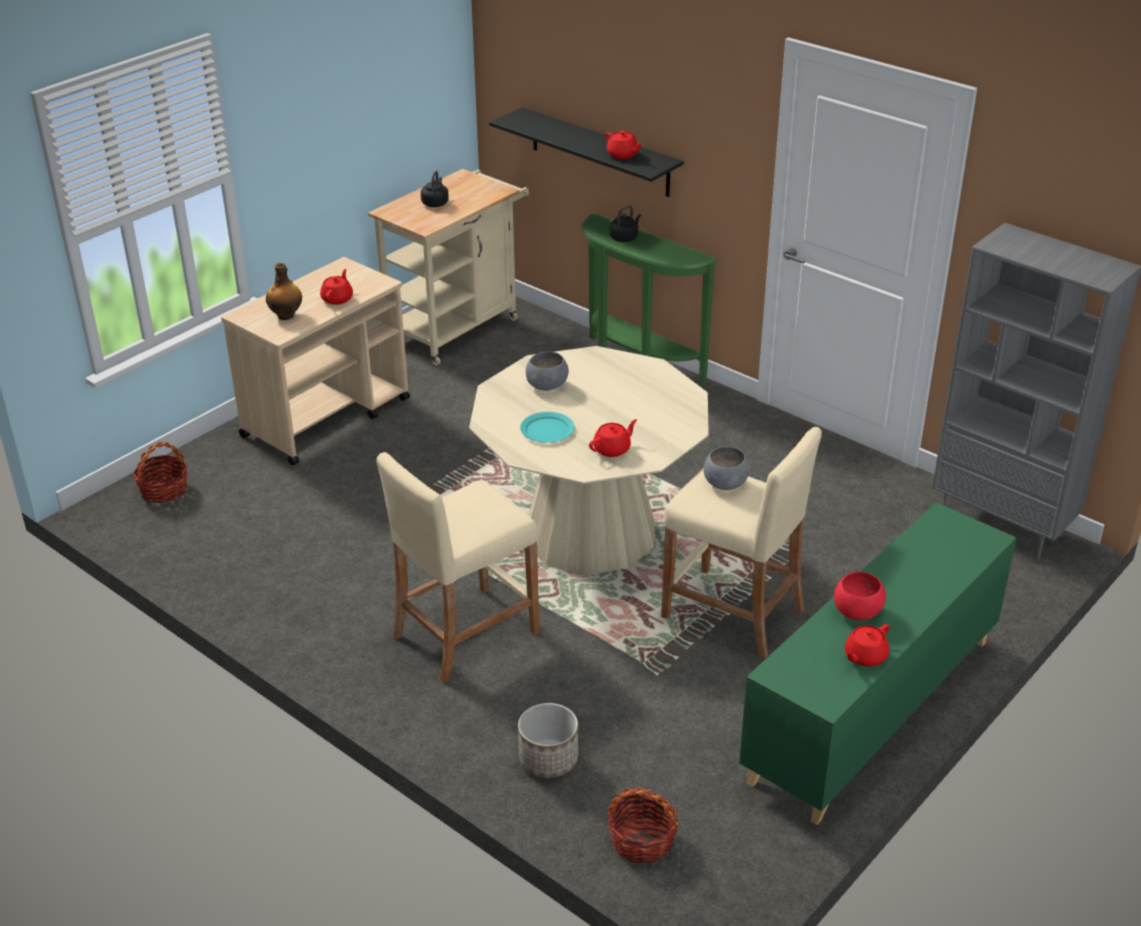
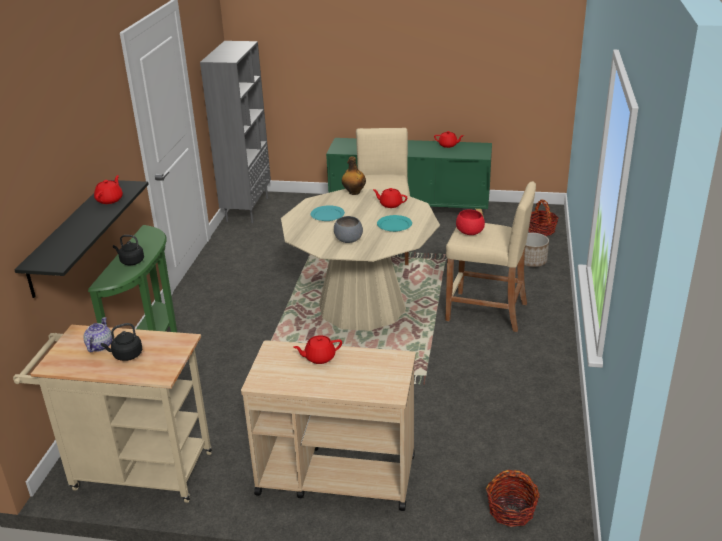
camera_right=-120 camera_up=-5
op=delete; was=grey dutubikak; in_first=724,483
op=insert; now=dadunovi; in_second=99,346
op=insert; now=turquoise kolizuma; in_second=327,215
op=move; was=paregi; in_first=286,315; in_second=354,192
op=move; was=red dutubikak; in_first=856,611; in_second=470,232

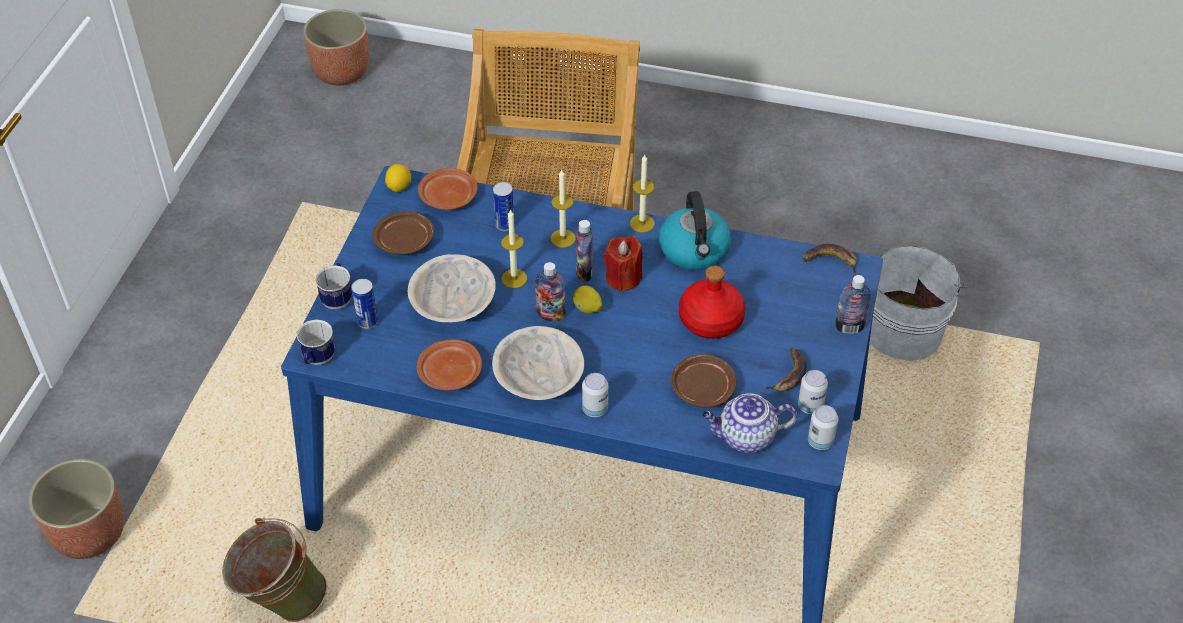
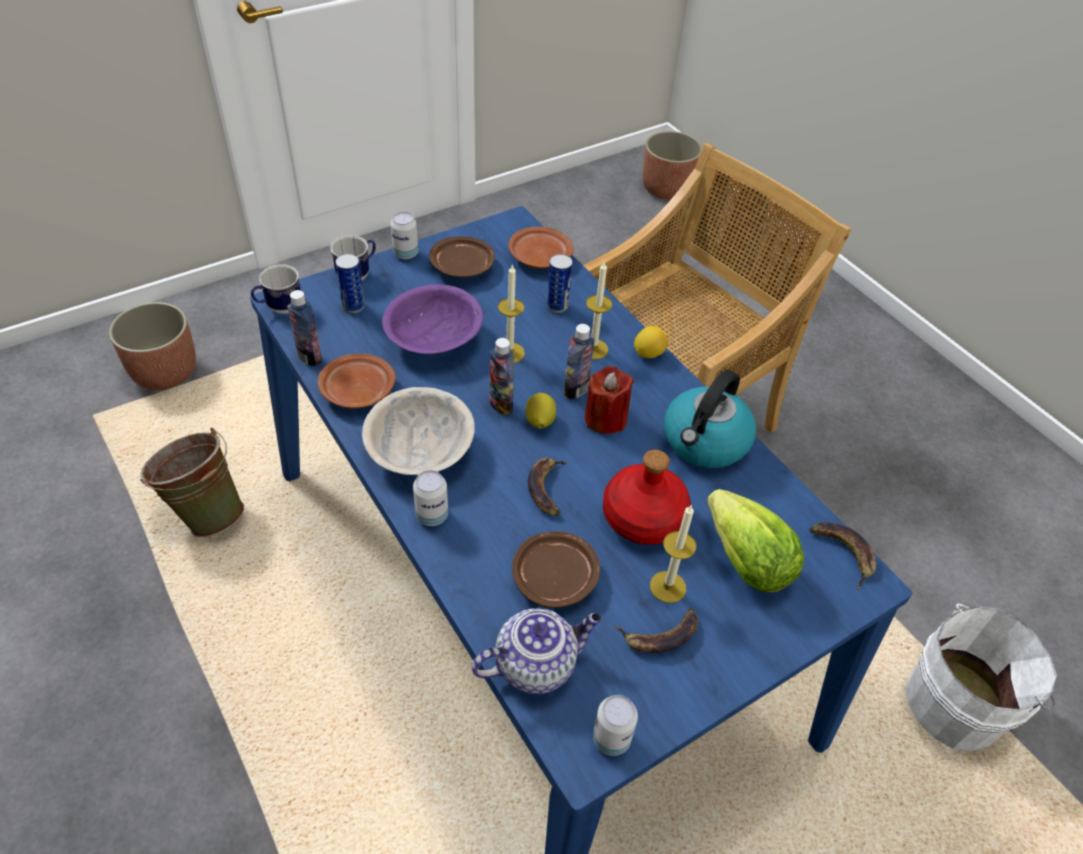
camera_right=40 camera_up=0
op=insert; now=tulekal; in_second=548,489
op=insert; now=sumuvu; in_second=746,562
op=move; was=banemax; in_first=399,187; in_second=648,353
op=move; was=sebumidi; in_first=642,223; in_second=667,587
op=move; was=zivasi; in_first=810,406; in_second=405,254
op=move; was=paregi; in_first=849,327; in_second=309,357
op=recolor; was=beige dutubikak; now=purple dutubikak; in_first=453,304; in_second=434,339
op=rotate; was=dadunovi; in_first=745,438; in_second=536,664; clockwise=120

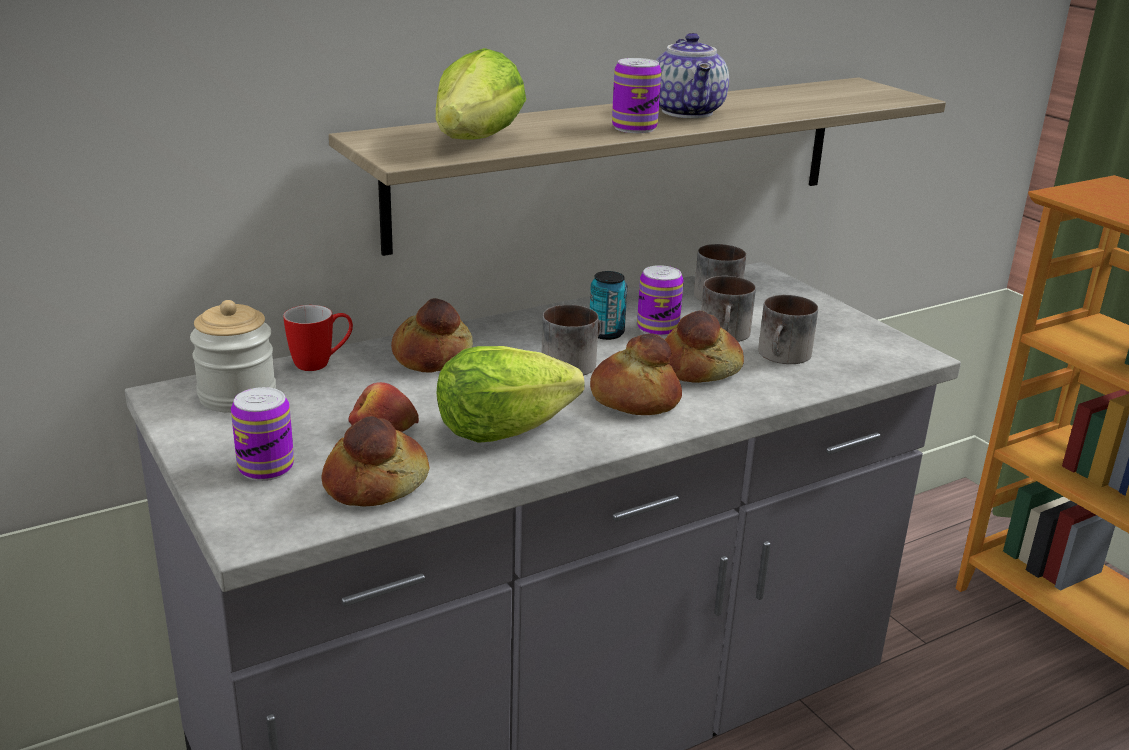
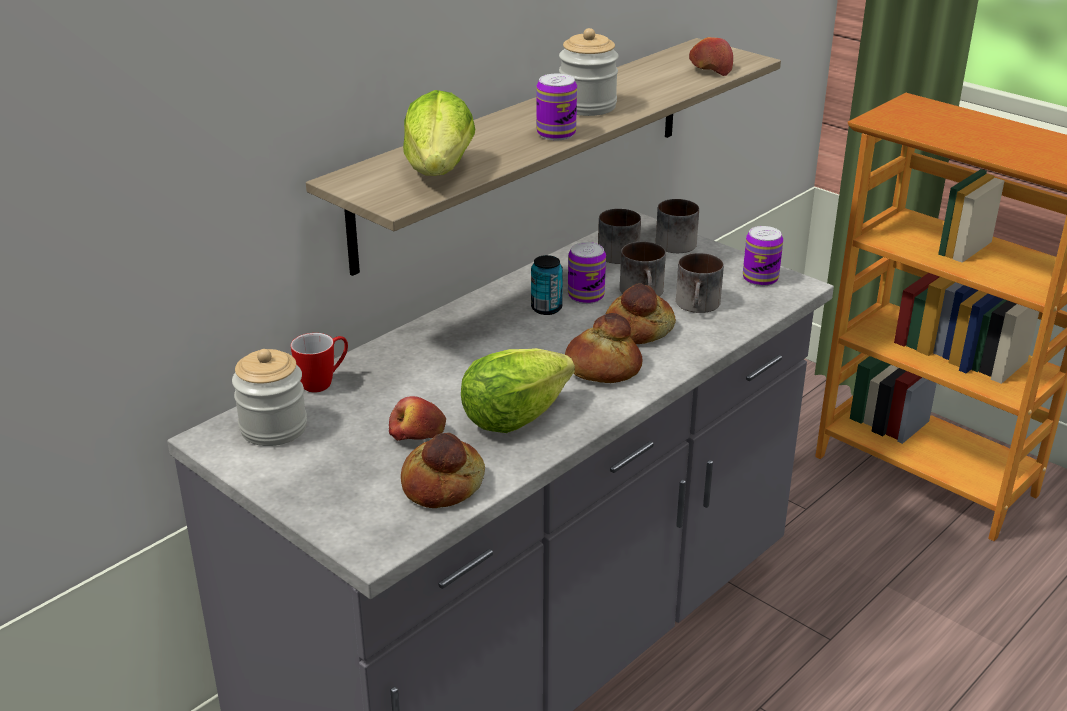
camera_right=-15 camera_up=5
op=delete; was=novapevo; in_first=433,356
op=insert; now=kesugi; in_second=710,69
op=move; was=zivasi; in_first=266,468; in_second=760,279
op=move; was=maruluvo; in_first=572,362; in_second=676,241
op=replace; was=dadunovi; now=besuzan; in_first=689,112; in_second=587,106

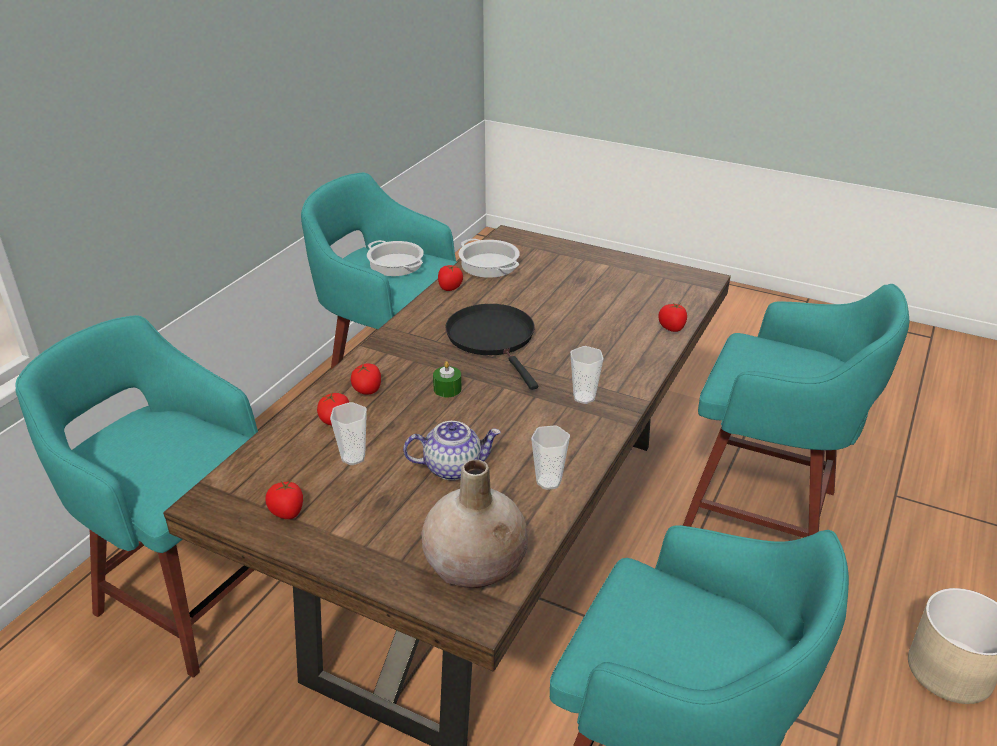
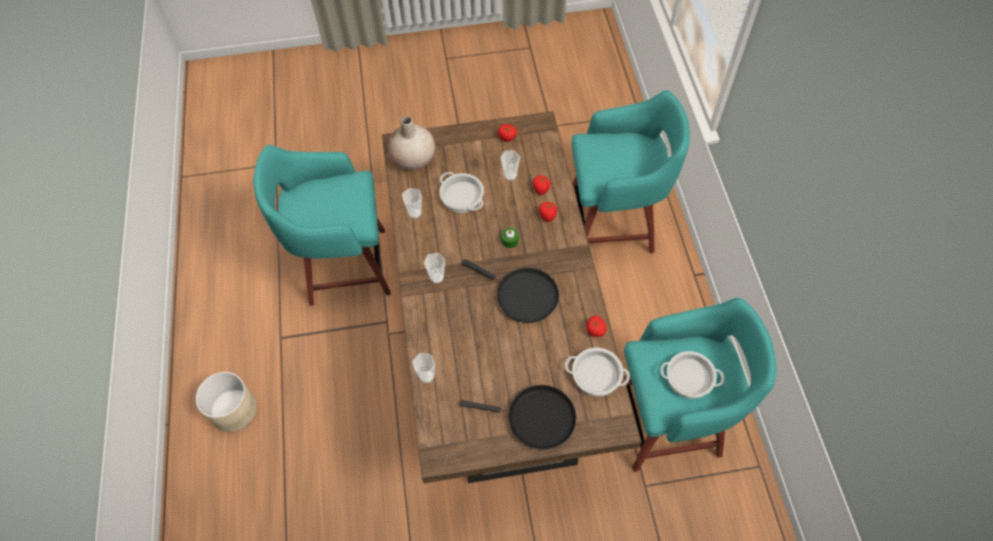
camera_right=145 camera_up=25
op=delete; was=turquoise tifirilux; in_first=765,514
op=insert; now=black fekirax; in_second=536,418
op=replace; was=dadunovi; now=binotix; in_first=453,467; in_second=462,196
op=replace; was=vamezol; now=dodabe; in_first=672,327; in_second=426,376

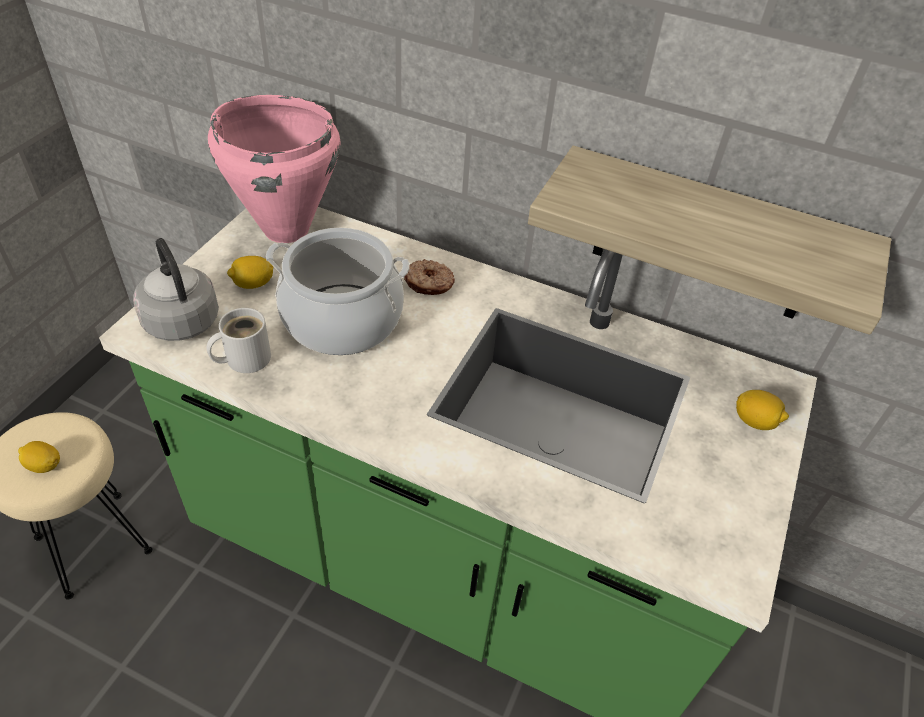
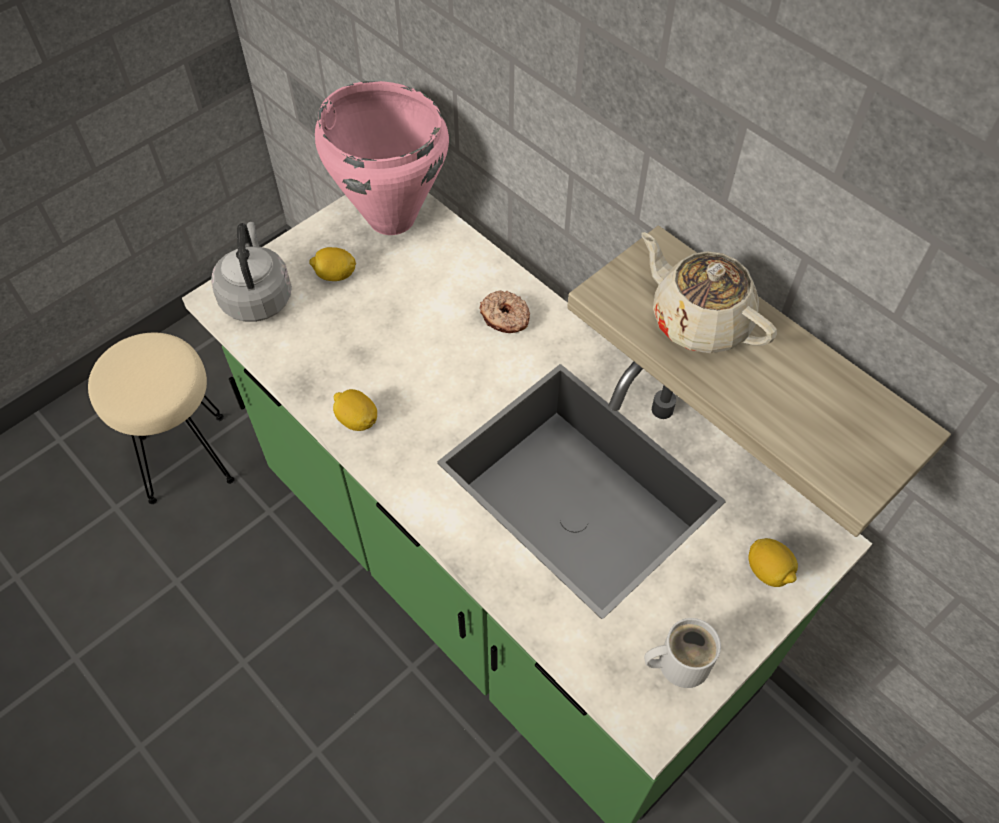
camera_right=25 camera_up=10
op=delete; was=binotix; in_first=342,319
op=insert; now=beige dadunovi; in_second=699,320
op=move; was=banemax; in_first=44,465; in_second=357,420
op=move; was=white maruluvo; in_first=244,358; in_second=678,662

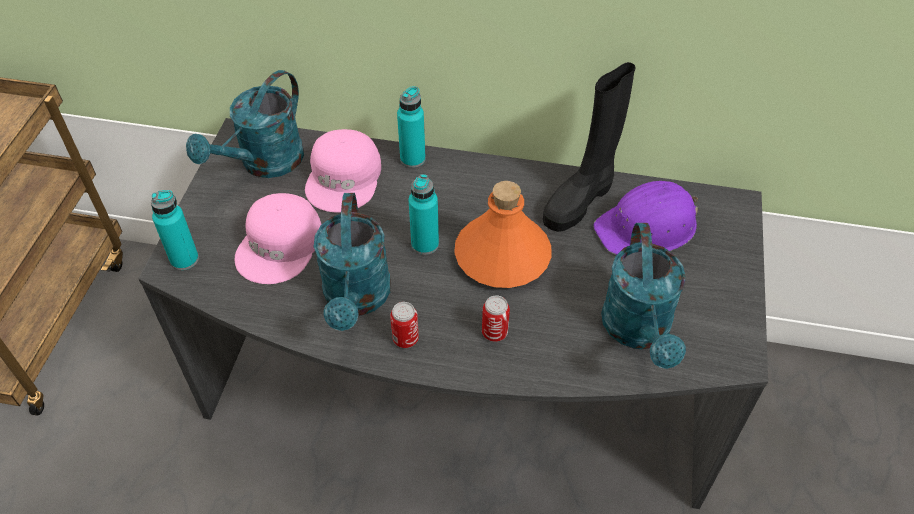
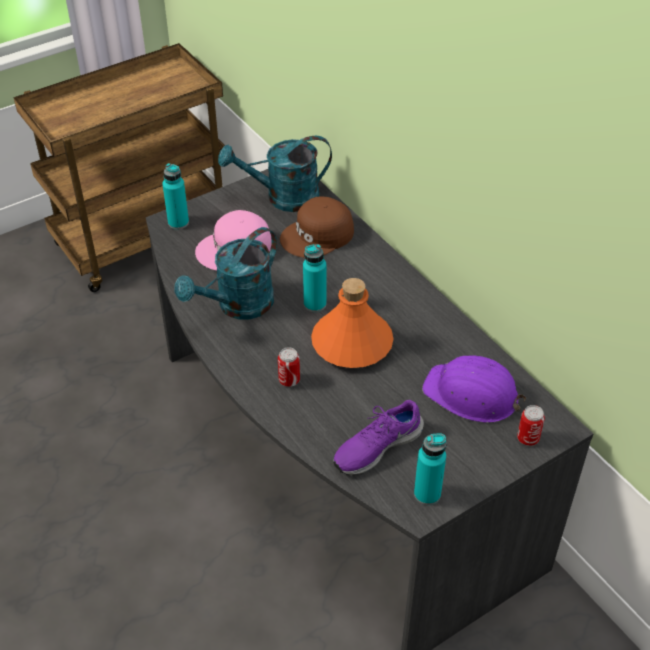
camera_right=45 camera_up=-5
op=delete; was=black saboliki; in_first=580,200
op=move; was=zivasi; in_first=405,339; in_second=528,438
op=move; was=turquoise paregi; in_first=412,159; in_second=427,494
op=replace; was=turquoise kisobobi; now=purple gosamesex; in_first=639,331; in_second=376,446
op=recolor; was=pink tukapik; now=brown tukapik; in_first=345,178; in_second=318,236

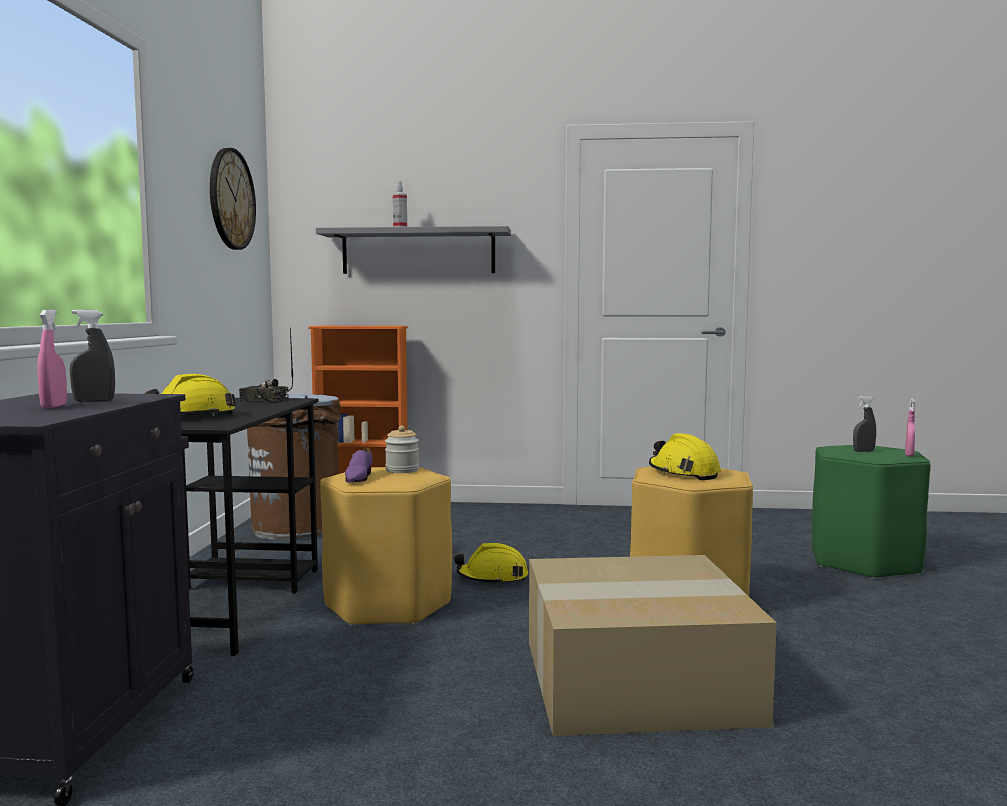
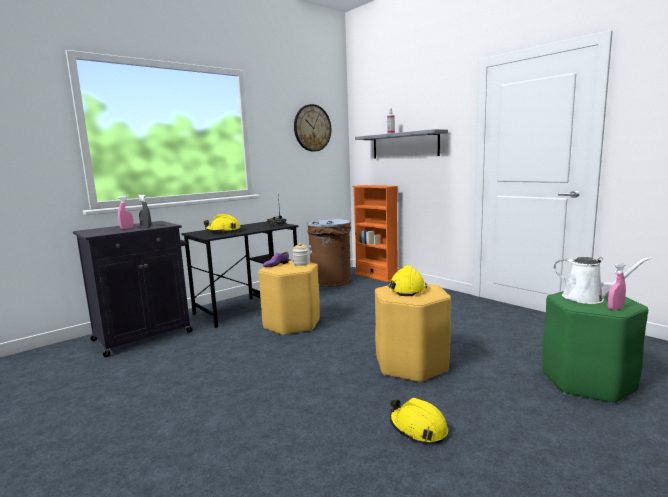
camera_right=45 camera_up=5
op=delete; was=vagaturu; in_first=634,682
op=move; was=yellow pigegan; in_first=492,578; in_second=418,428
op=replace; was=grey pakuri; now=white kisobobi; in_first=863,451; in_second=587,298

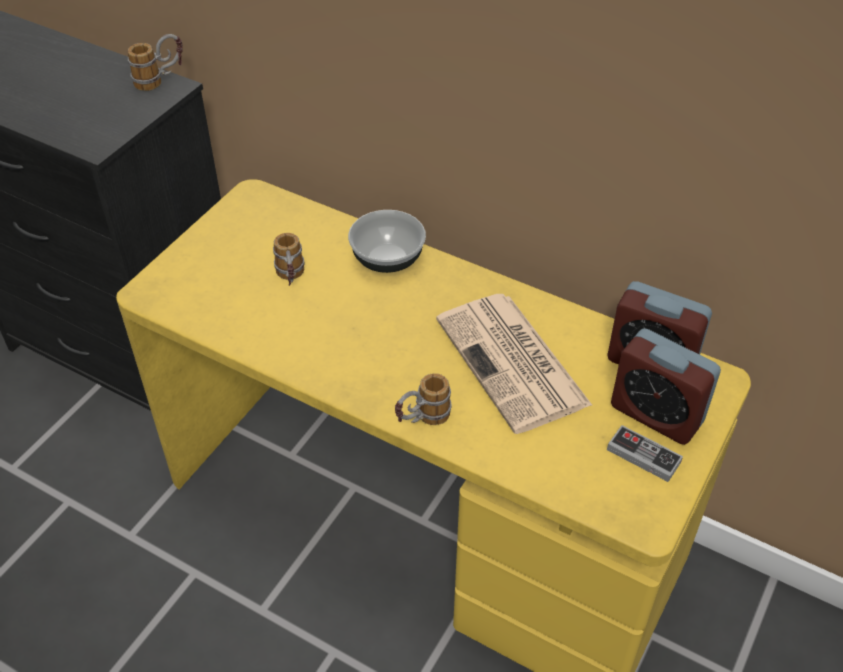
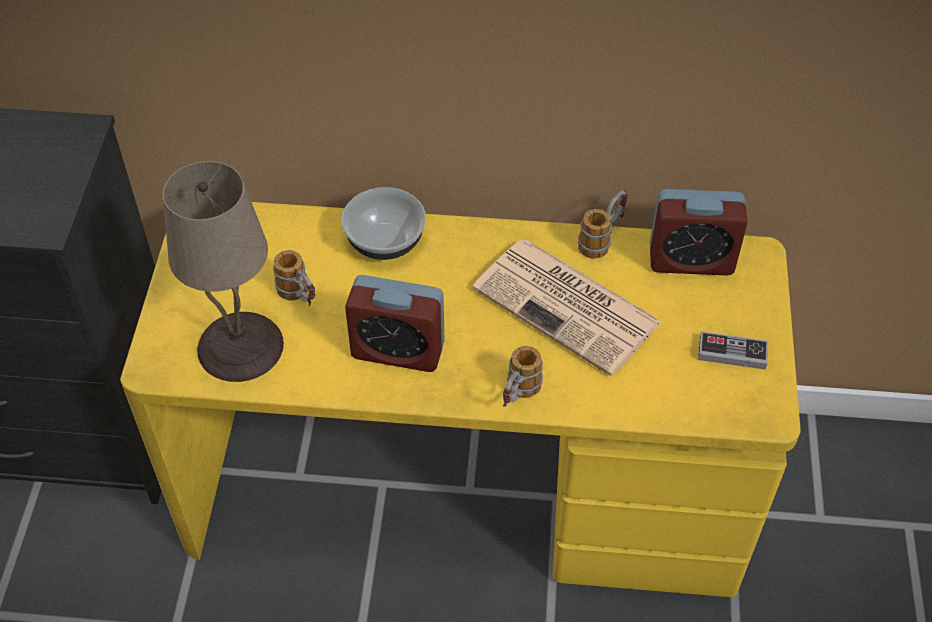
camera_right=-25 camera_up=5
op=insert; now=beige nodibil; in_second=241,345
op=move; was=maruluvo; in_first=160,80; in_second=602,239
op=move; was=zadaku; in_first=656,414; in_second=398,350

